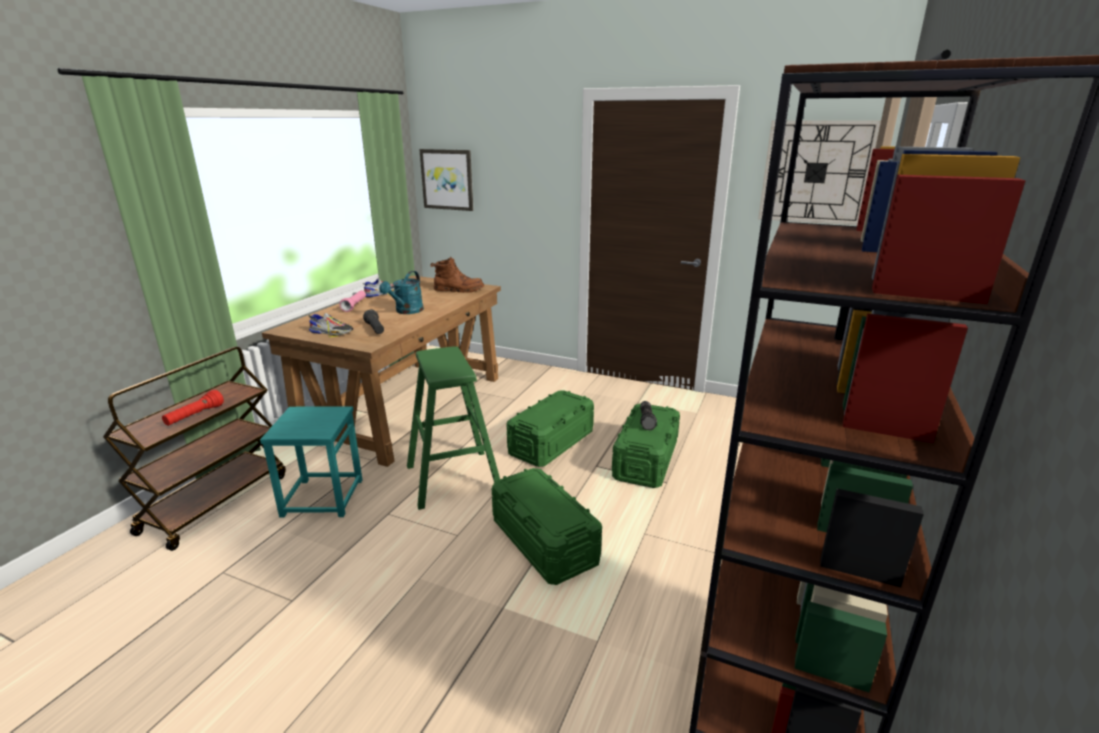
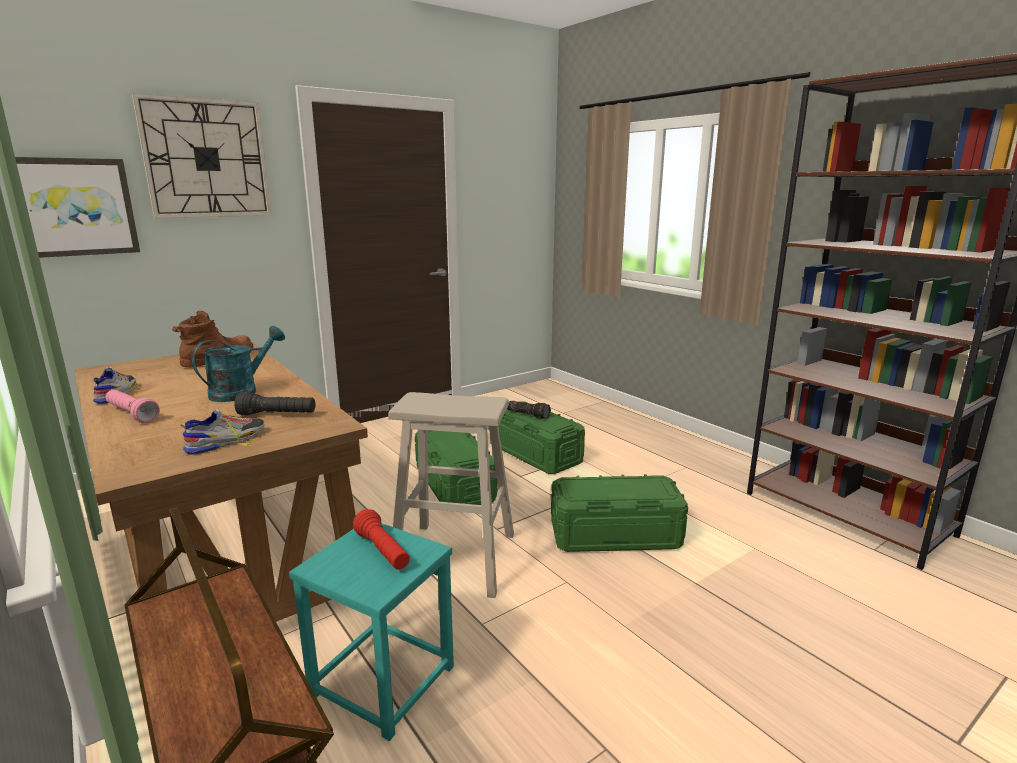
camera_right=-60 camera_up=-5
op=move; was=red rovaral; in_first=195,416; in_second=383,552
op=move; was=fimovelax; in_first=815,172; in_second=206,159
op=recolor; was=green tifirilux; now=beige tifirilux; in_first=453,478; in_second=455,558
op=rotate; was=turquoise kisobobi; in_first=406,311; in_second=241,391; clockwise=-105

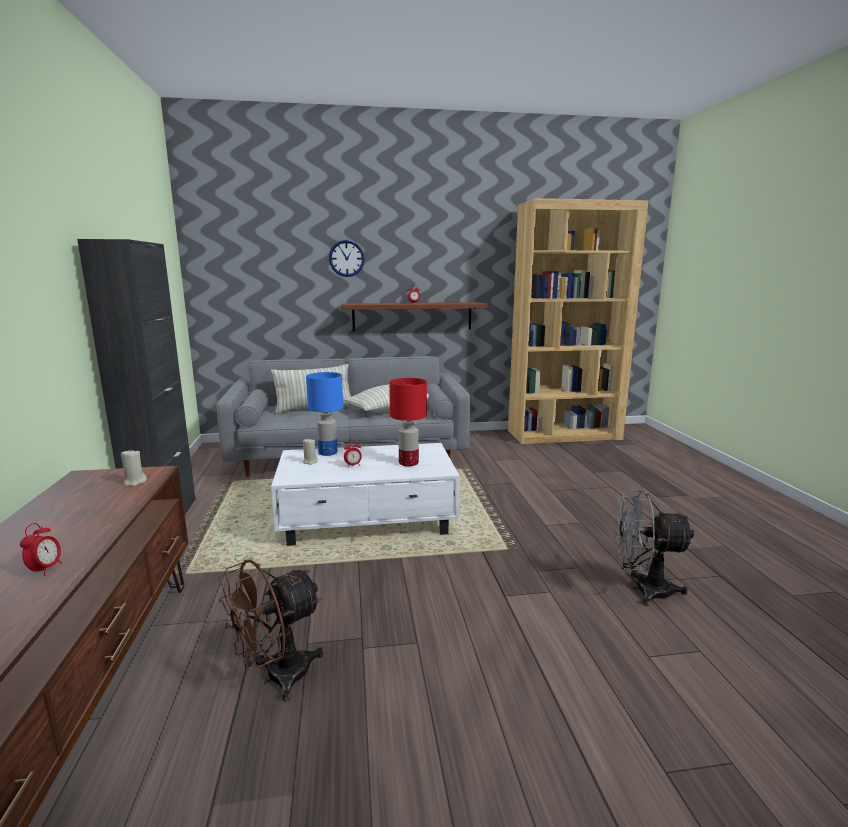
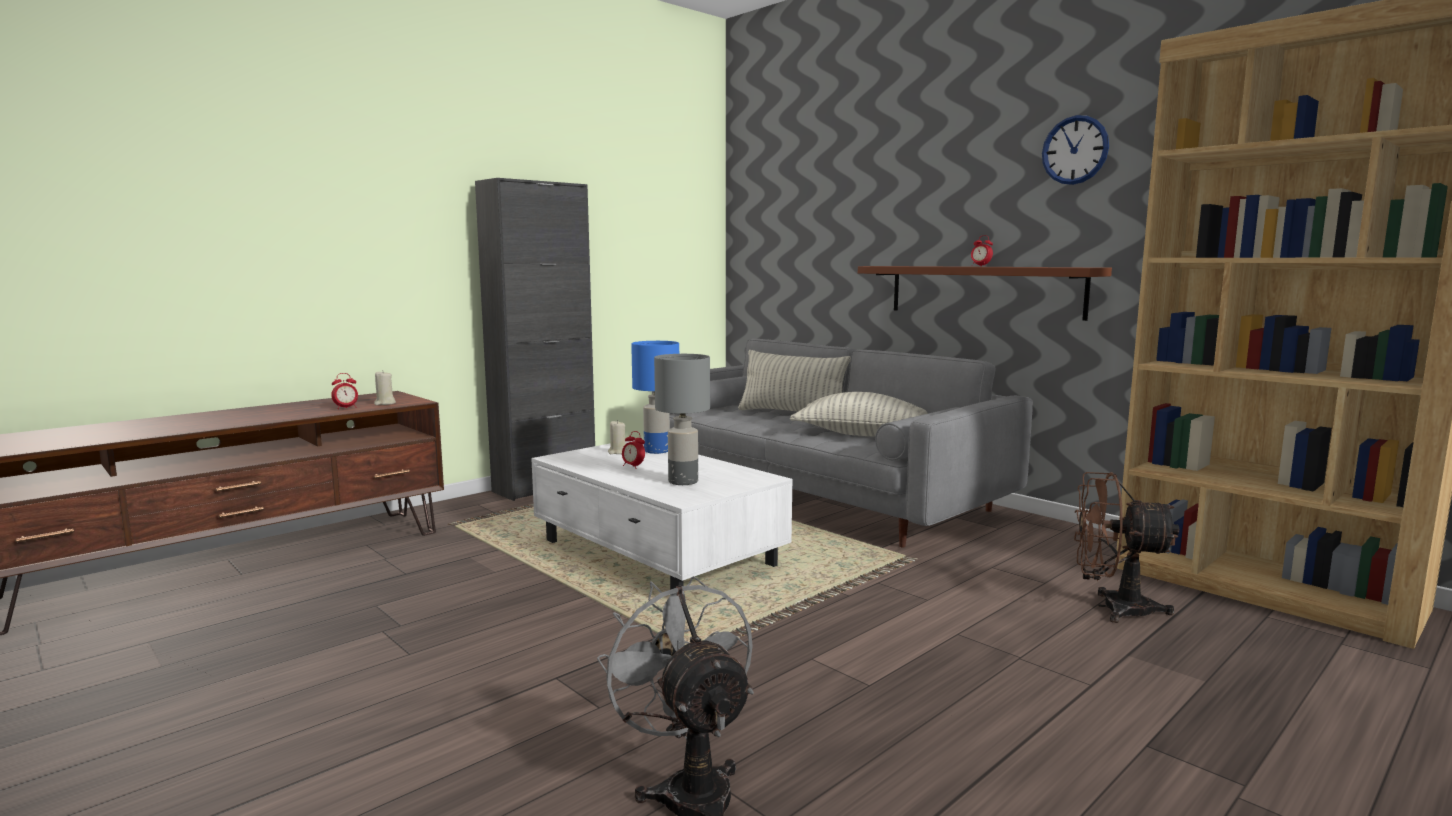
camera_right=55 camera_up=-5
op=move; was=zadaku; in_first=45,569; in_second=346,408
op=move; was=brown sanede; in_first=276,677; in_second=1113,608
op=move; was=fimovelax; in_first=346,258; in_second=1075,150
op=recolor; was=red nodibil; now=grey nodibil; in_first=408,463; in_second=683,481

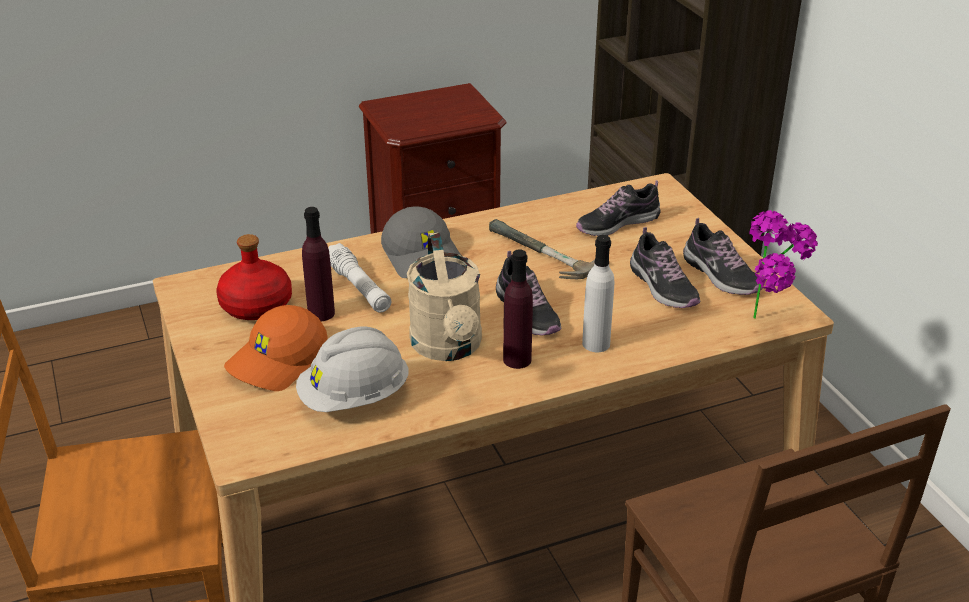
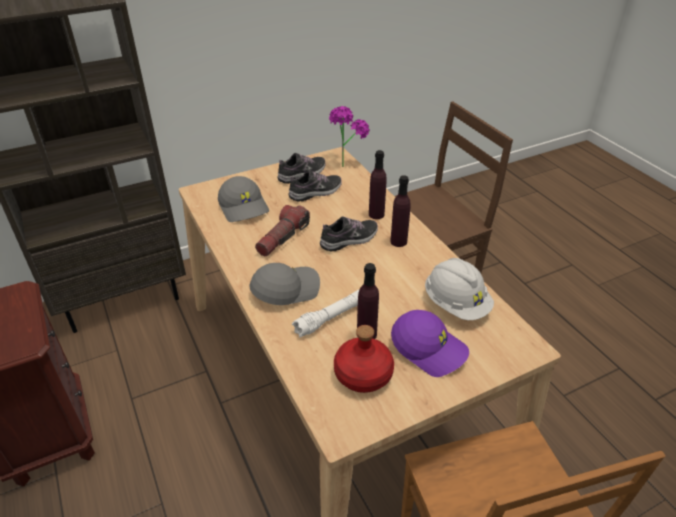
camera_right=-95 camera_up=5
op=delete; was=beige kisobobi; in_first=449,347
op=replace; was=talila; now=rovaral; in_first=537,255; in_second=283,238
op=replace; was=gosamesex; now=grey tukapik; in_first=617,224; in_second=244,207
op=recolor; was=orange tukapik; now=purple tukapik; in_first=278,361; in_second=429,348
op=recolor; was=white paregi; now=purple paregi; in_first=596,344; in_second=376,214

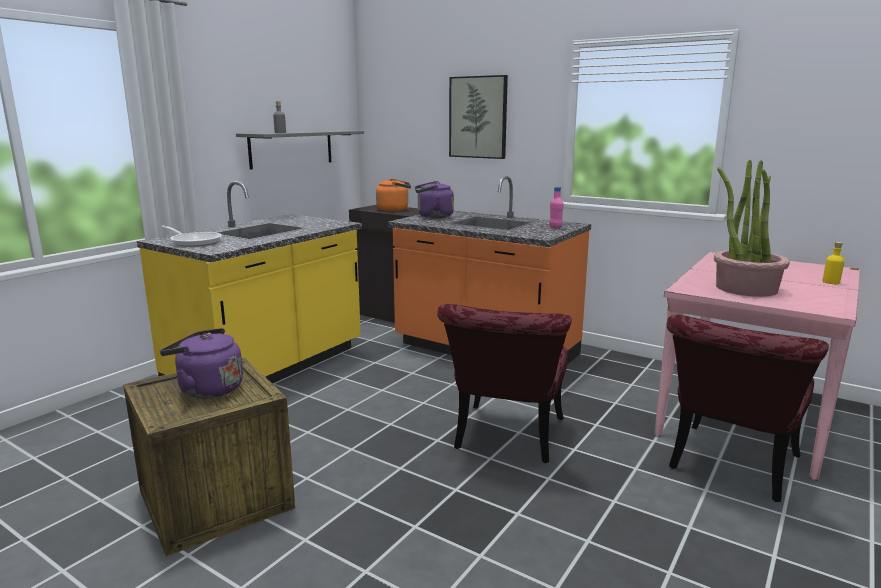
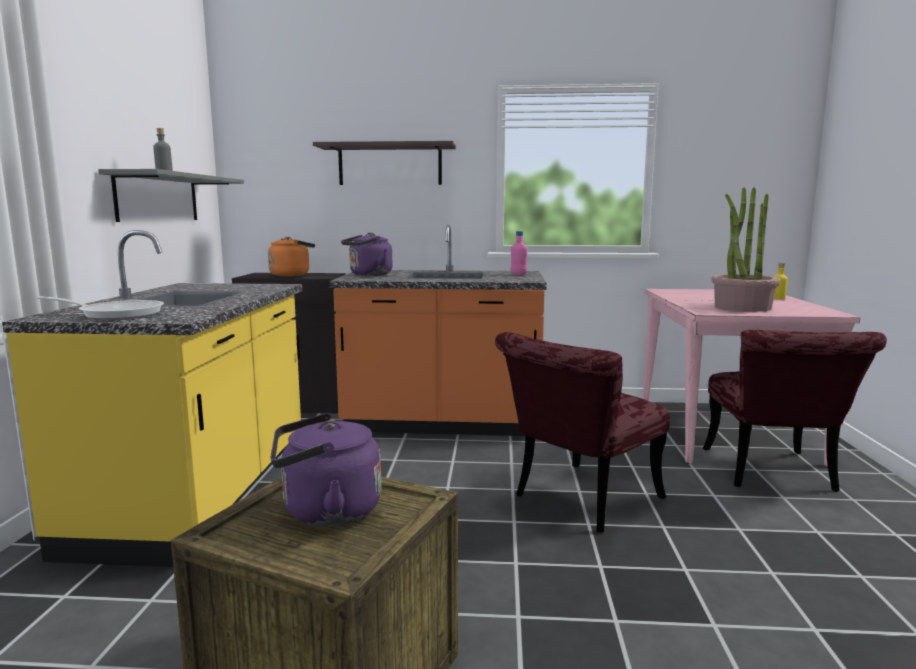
camera_right=-30 camera_up=-5
op=replace; was=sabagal; now=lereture; in_first=478,117; in_second=390,165
op=rotate; was=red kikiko; in_first=506,440; in_second=578,501; clockwise=60

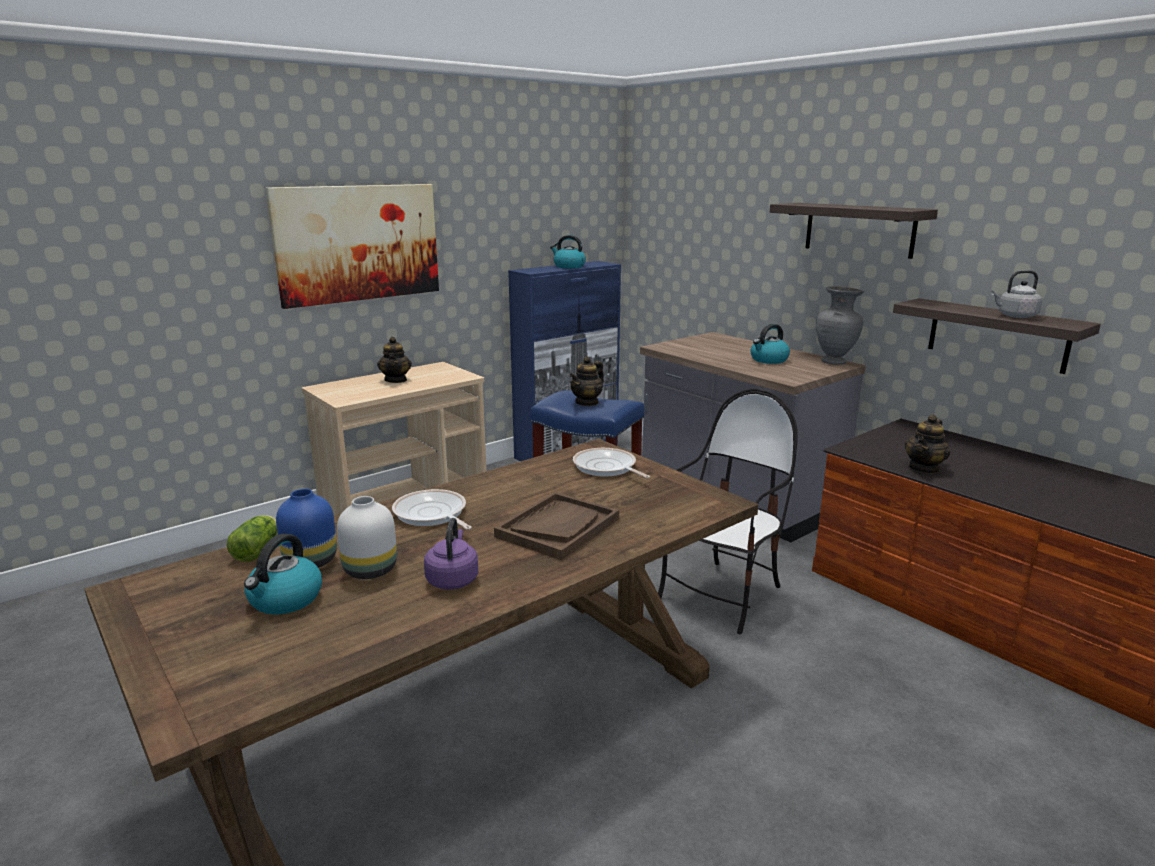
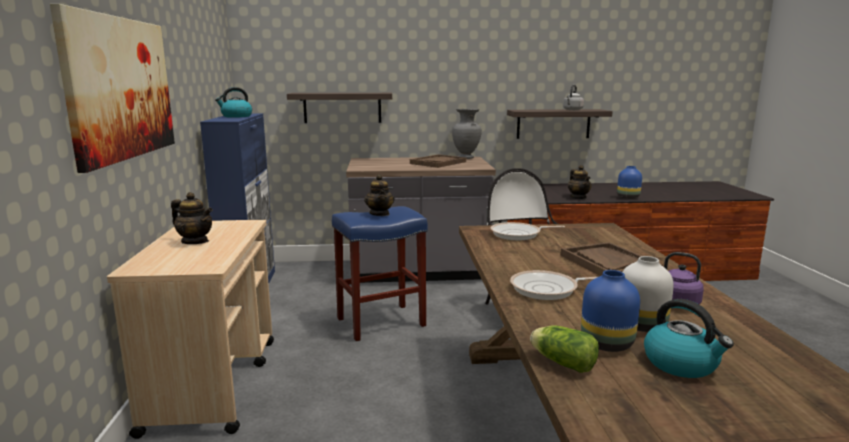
camera_right=-55 camera_up=-5
op=insert; now=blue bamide; in_second=627,197
op=move; was=lereture; in_first=859,229; in_second=342,107
op=replace; was=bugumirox; now=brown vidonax; in_first=768,360; in_second=438,163

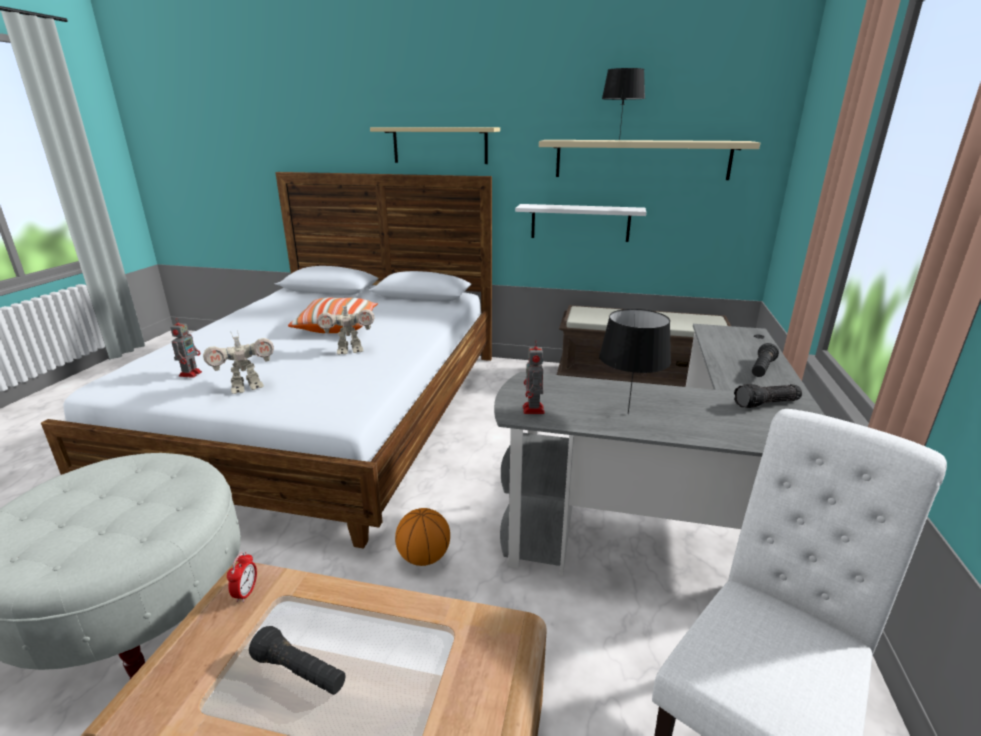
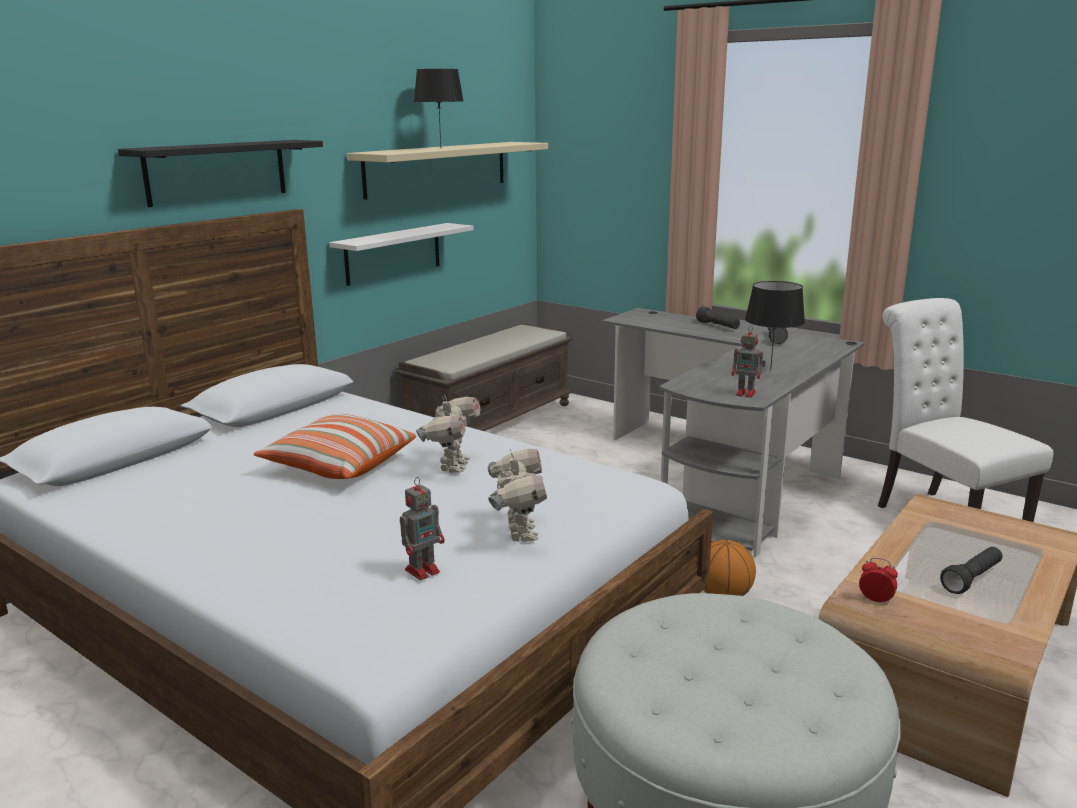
camera_right=-65 camera_up=-5
op=recolor; was=beige lereture; now=black lereture; in_first=440,145; in_second=217,171
op=rotate; was=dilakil; in_first=191,373; in_second=423,570; clockwise=105

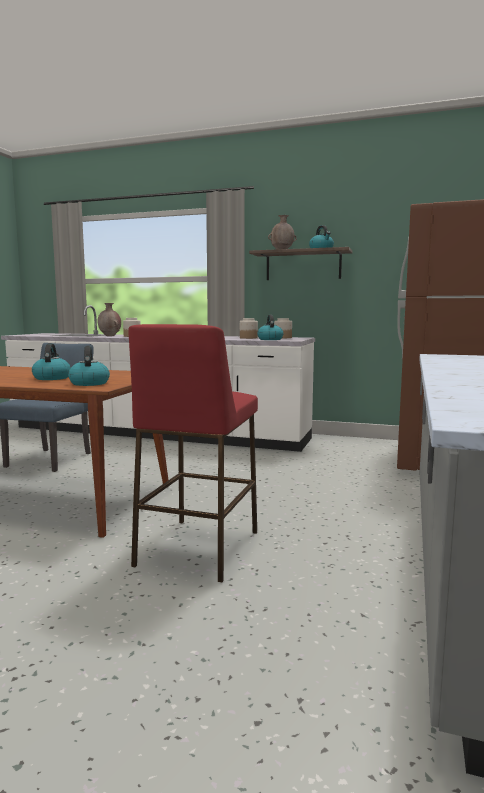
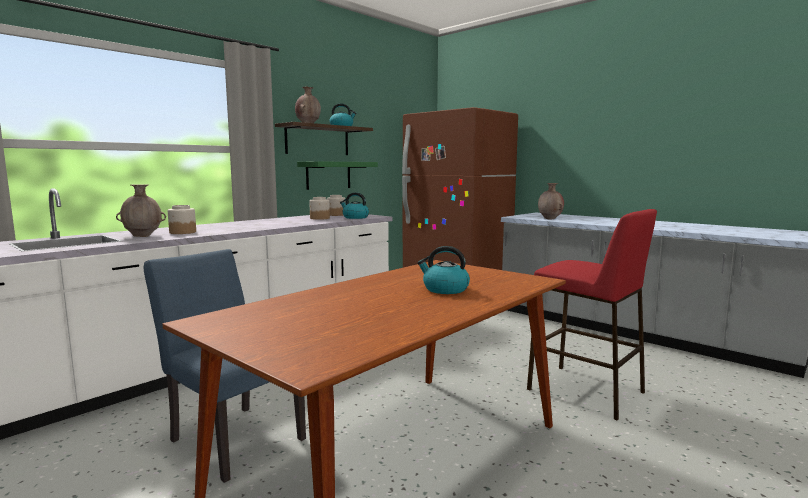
camera_right=-65 camera_up=0
op=delete; was=bugumirox; in_first=89,383
op=insert; now=green lereture; in_second=328,175
op=insert; now=brown bamide; in_second=550,219

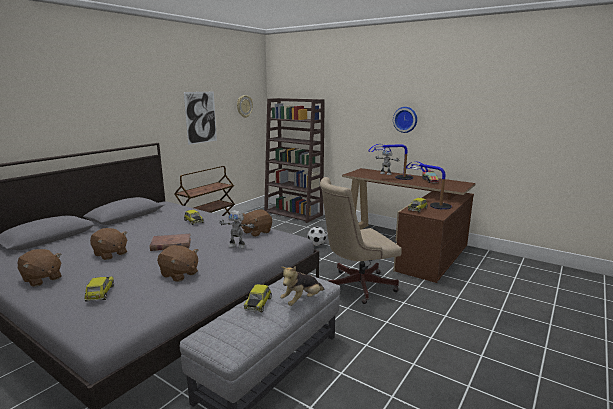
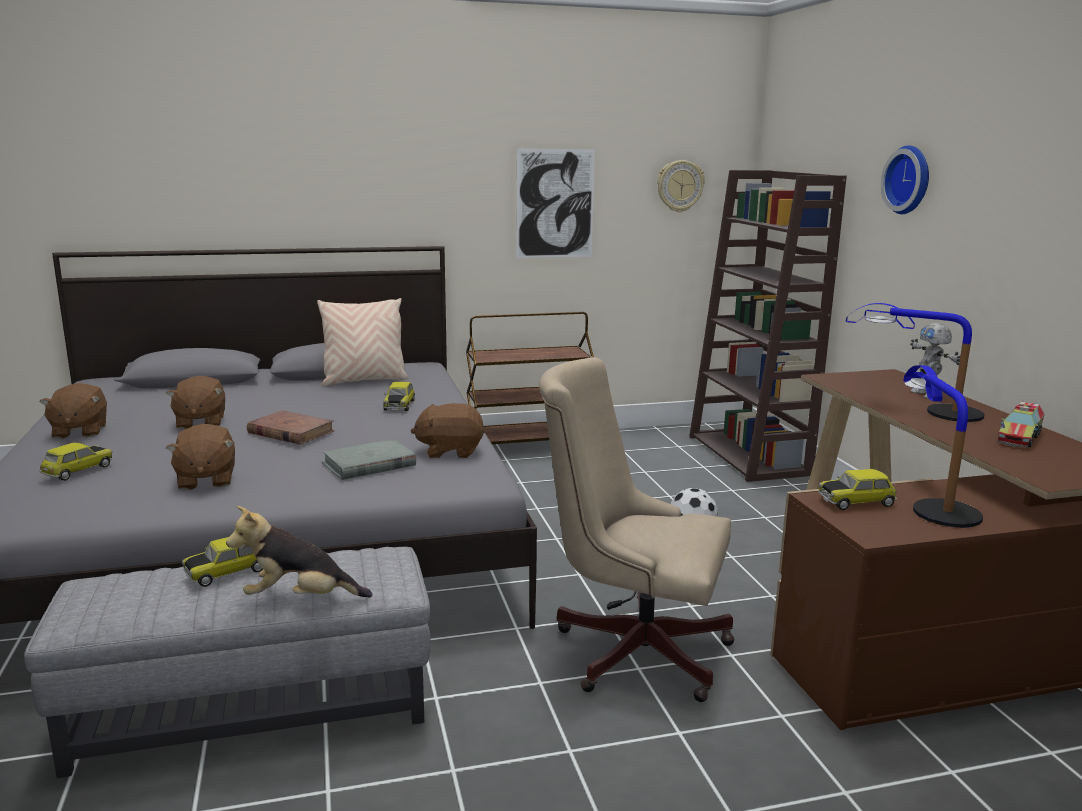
camera_right=40 camera_up=0
op=insert; now=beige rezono; in_second=364,381
op=move; was=fimovelax; in_first=405,119; in_second=910,180
op=replace; was=dilakil; now=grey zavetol; in_first=237,246; in_second=369,464

